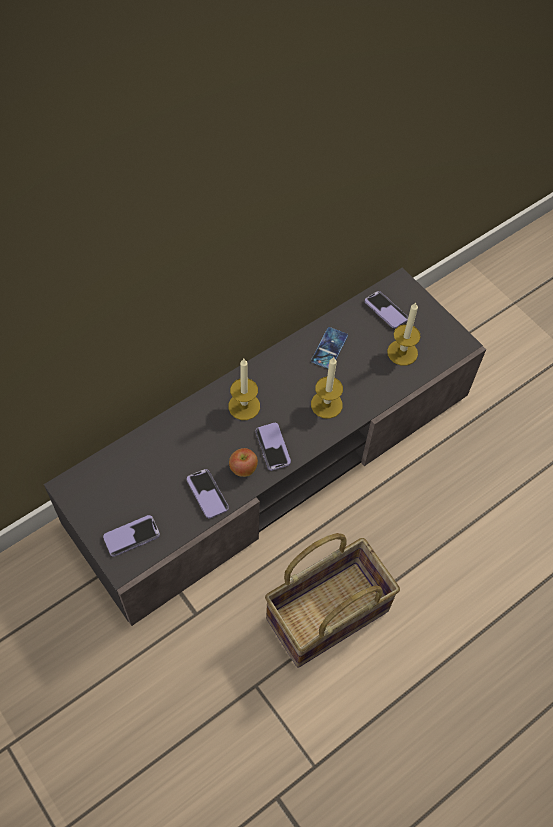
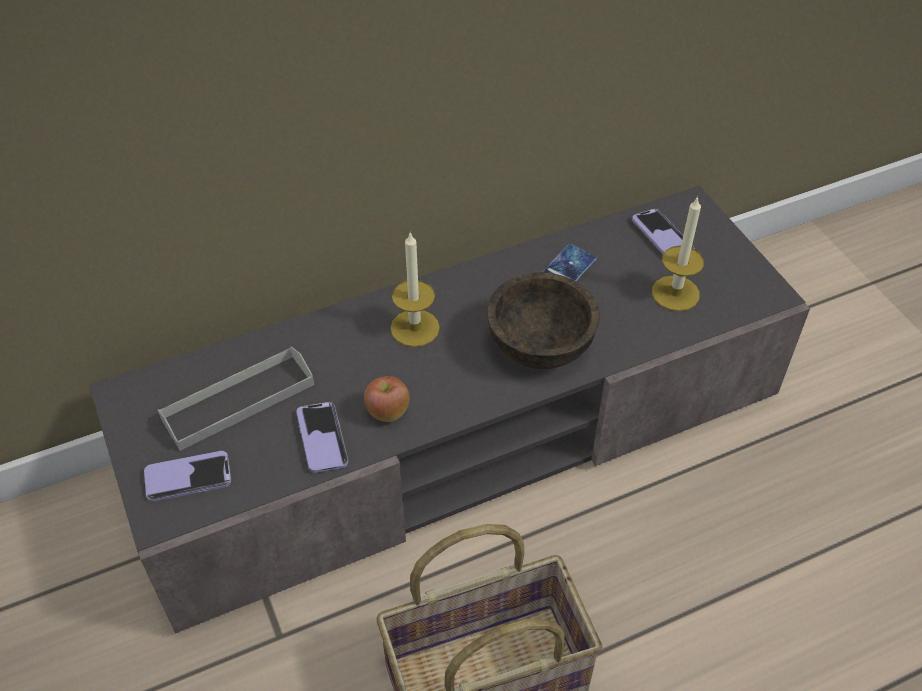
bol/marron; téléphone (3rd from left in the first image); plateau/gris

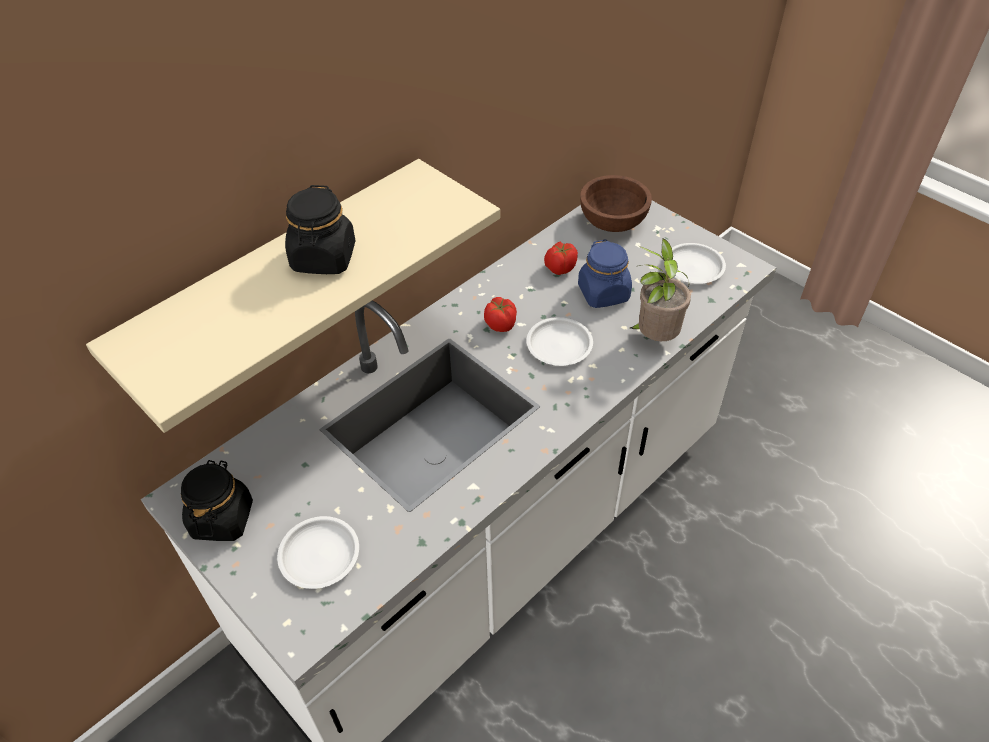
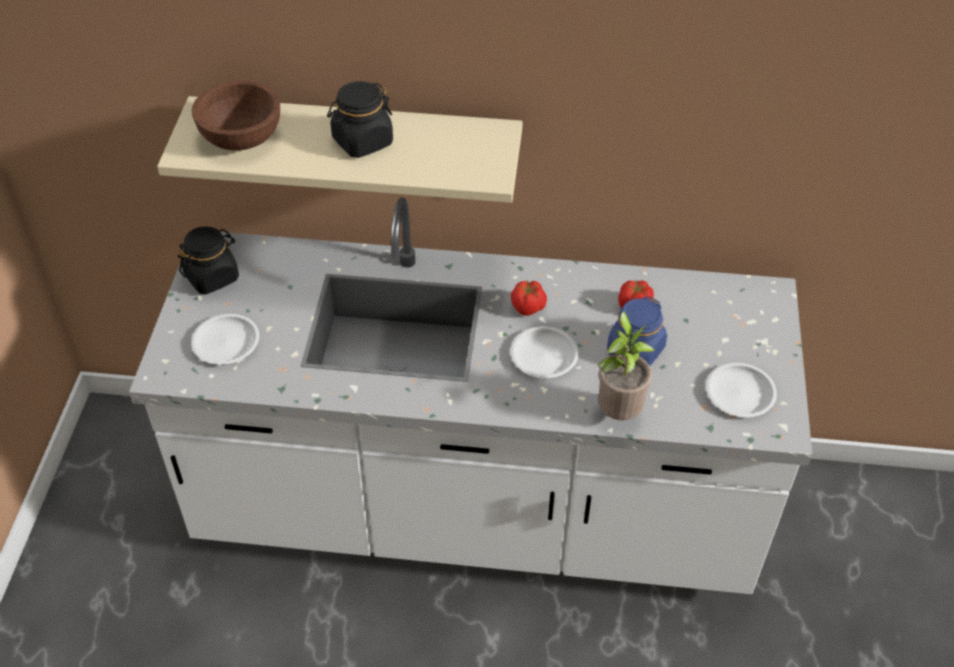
bol/marron

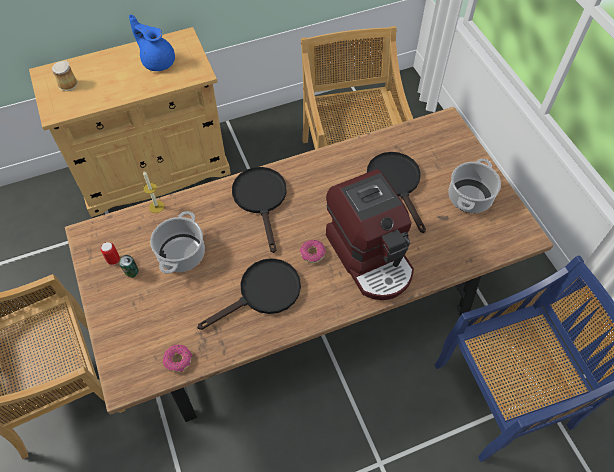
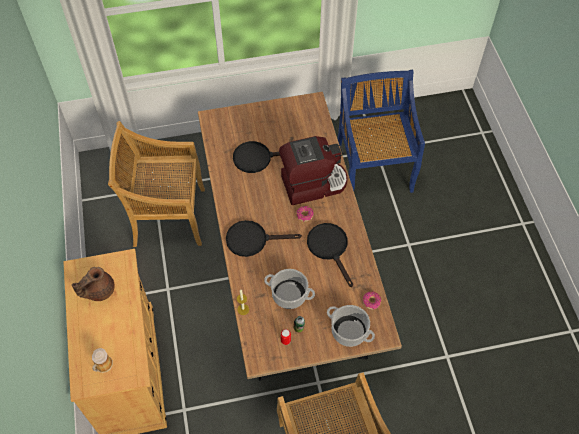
théière/marron; marmite (2nd from left)

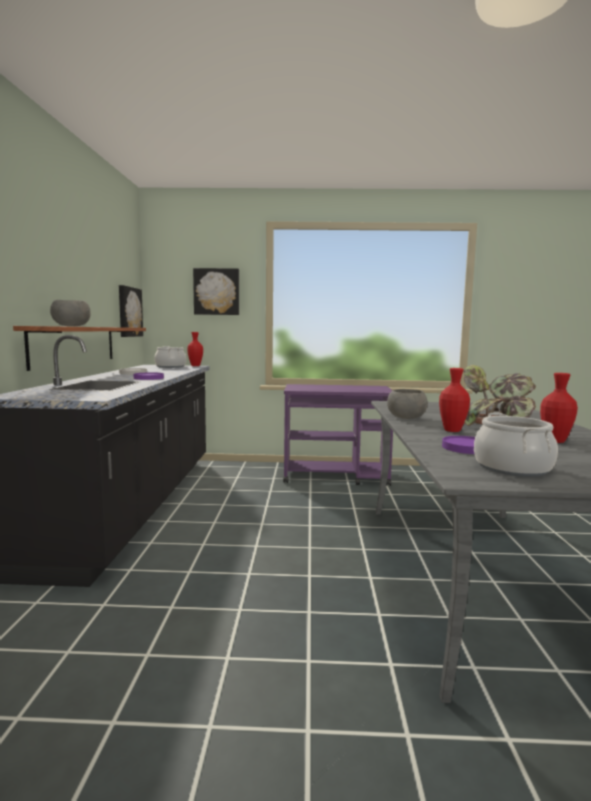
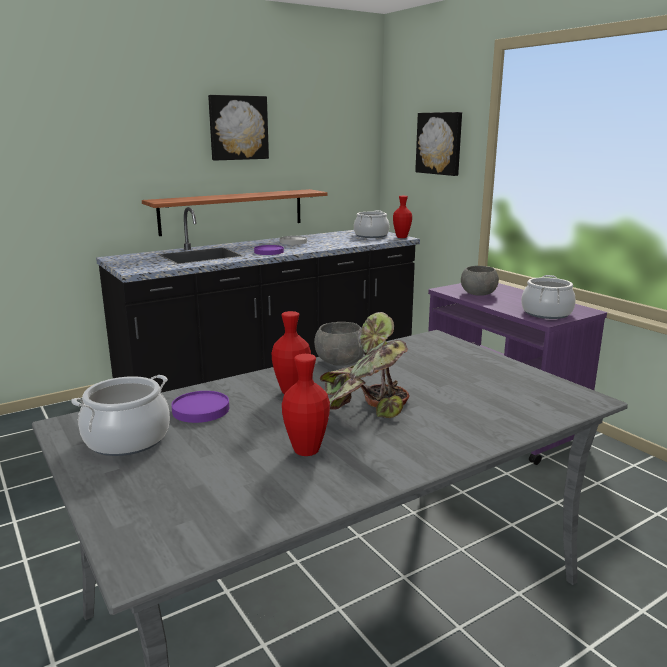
tableau (1st from left); bol/gris (2nd from left); marmite (3rd from left)

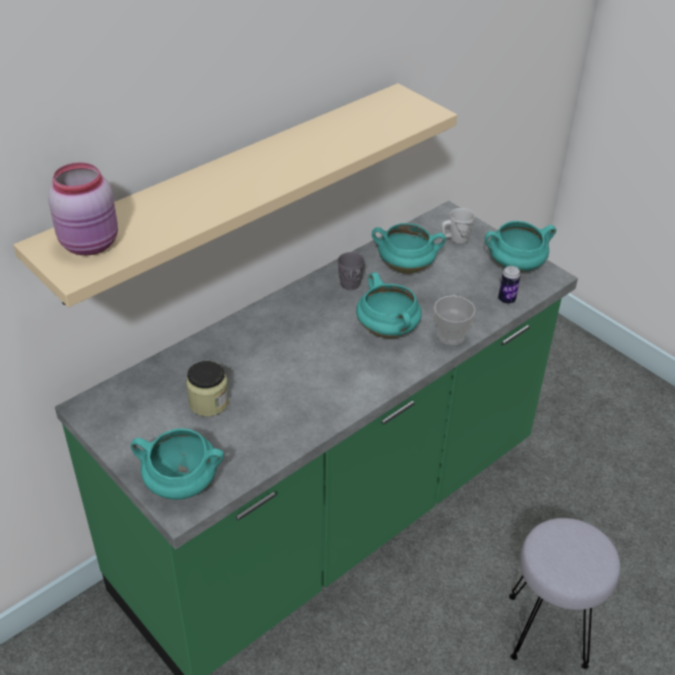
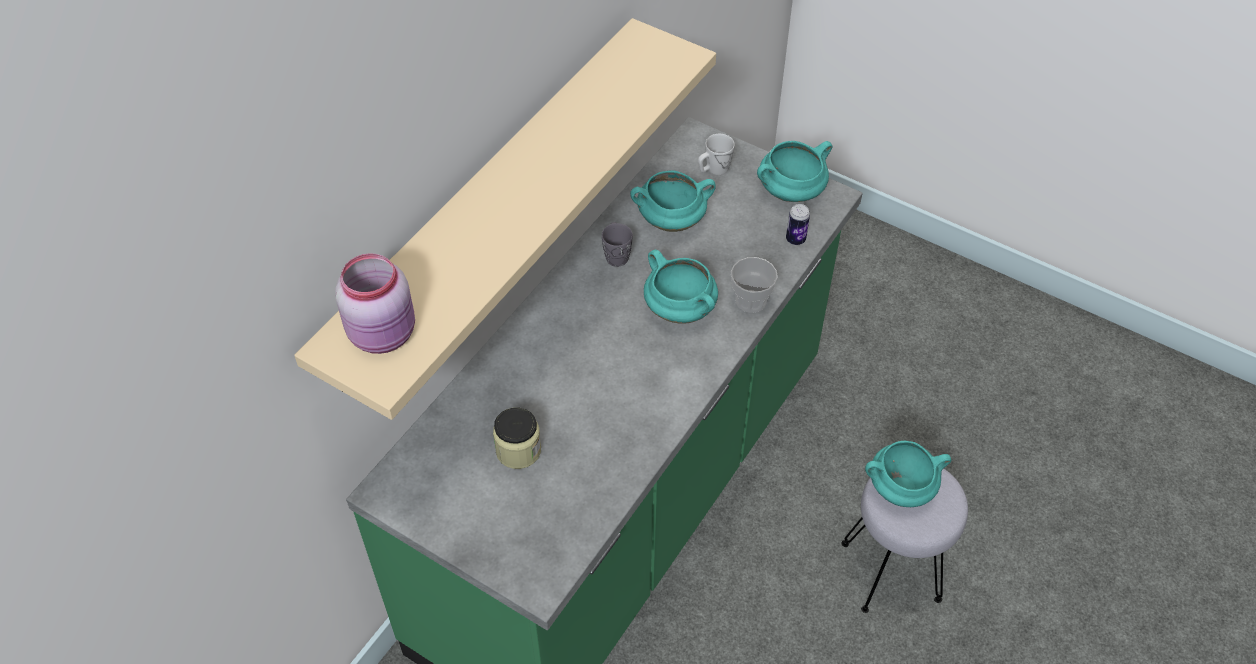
marmite/turquoise (4th from left)

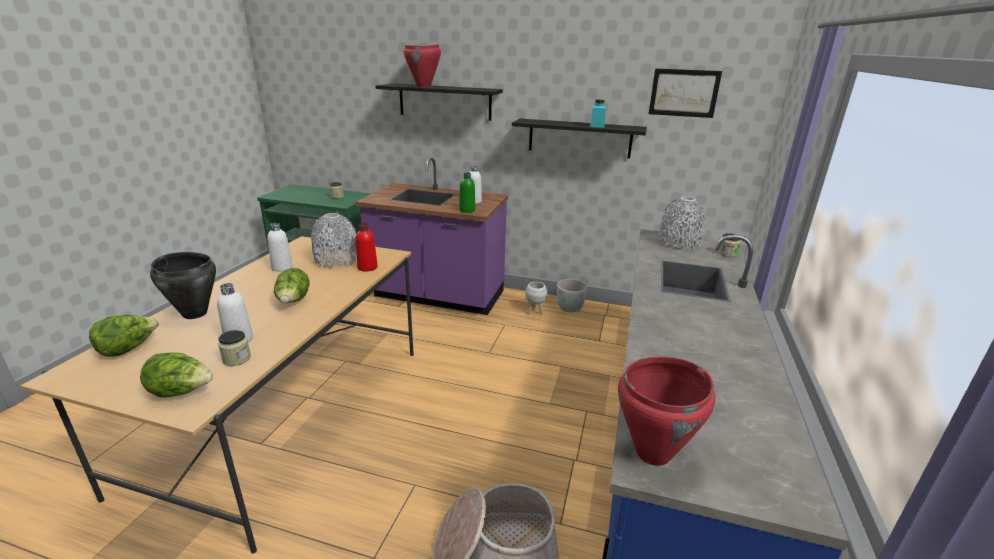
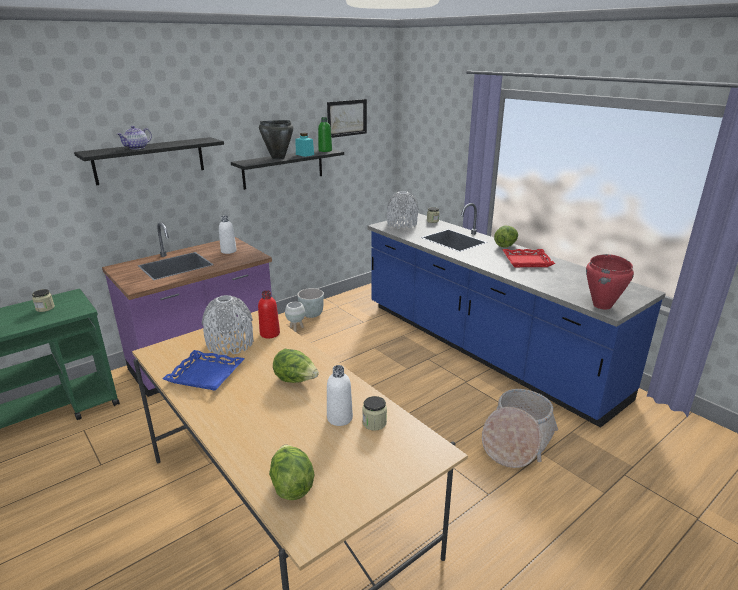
théière; bouteille/vert; plateau/bleu; marmite/noir; laitue (3rd from left); plateau/rouge

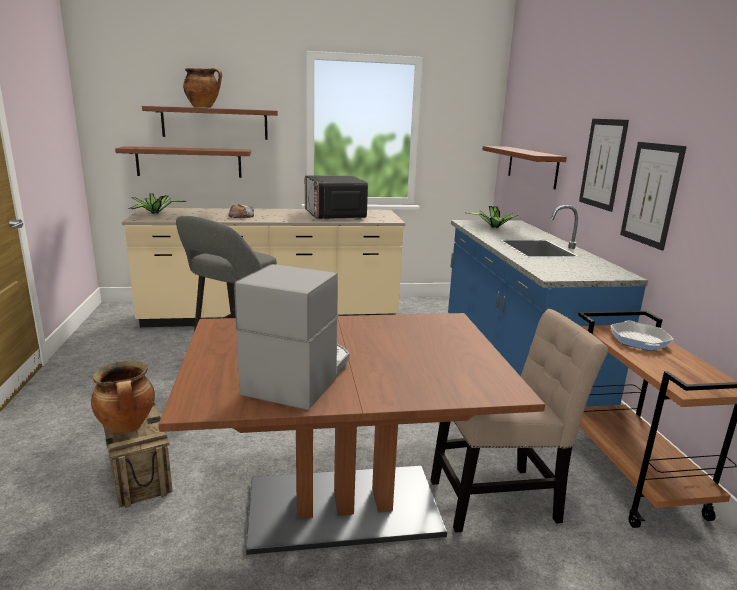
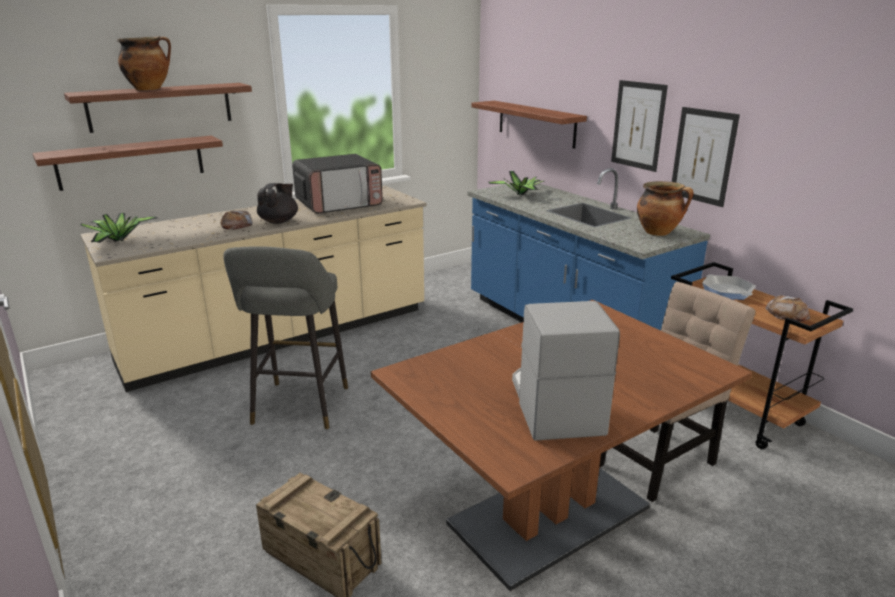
micro-ondes; marmite (2nd from left); théière/noir; pain (2nd from left)

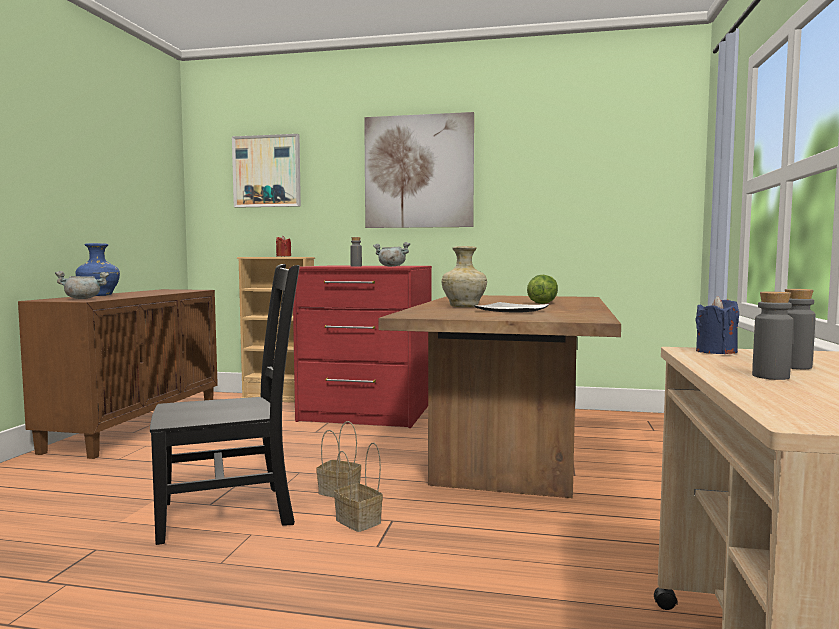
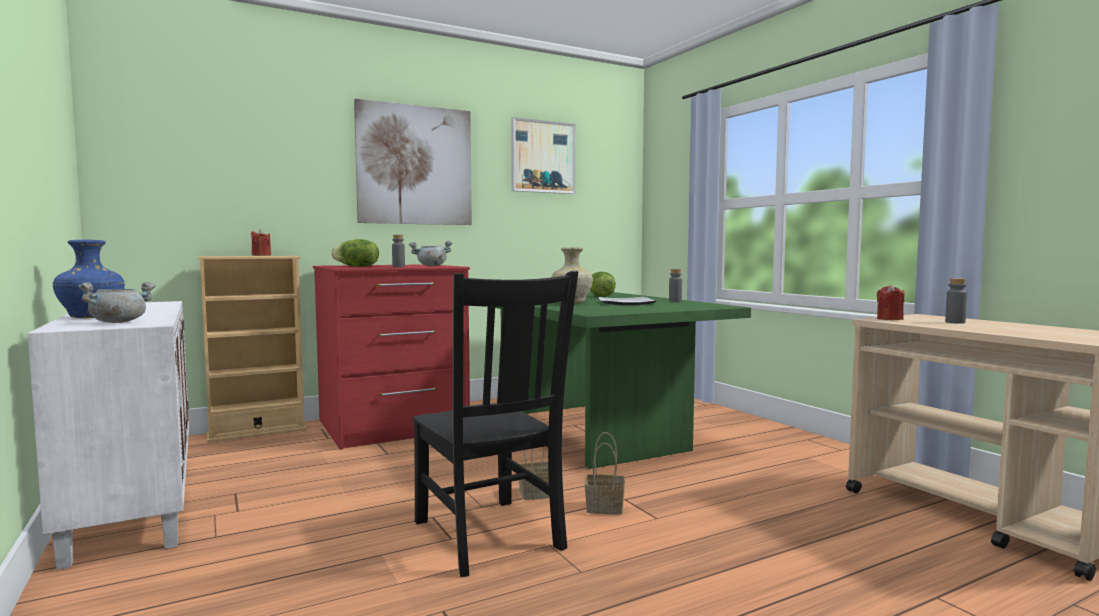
tableau (2nd from left); chaise/noir; meuble de rangement/blanc; bouteille/gris (2nd from left); table à manger/vert; bougie/rouge (2nd from left); laitue (1st from left)

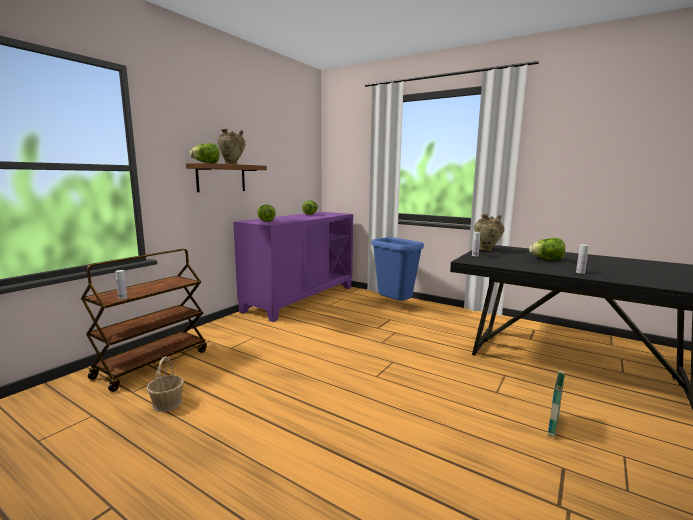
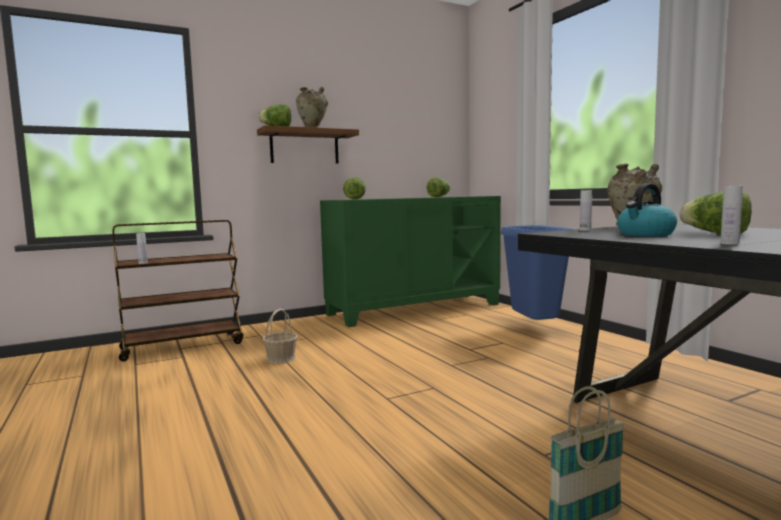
meuble de rangement/vert; panier (1st from left); bouilloire

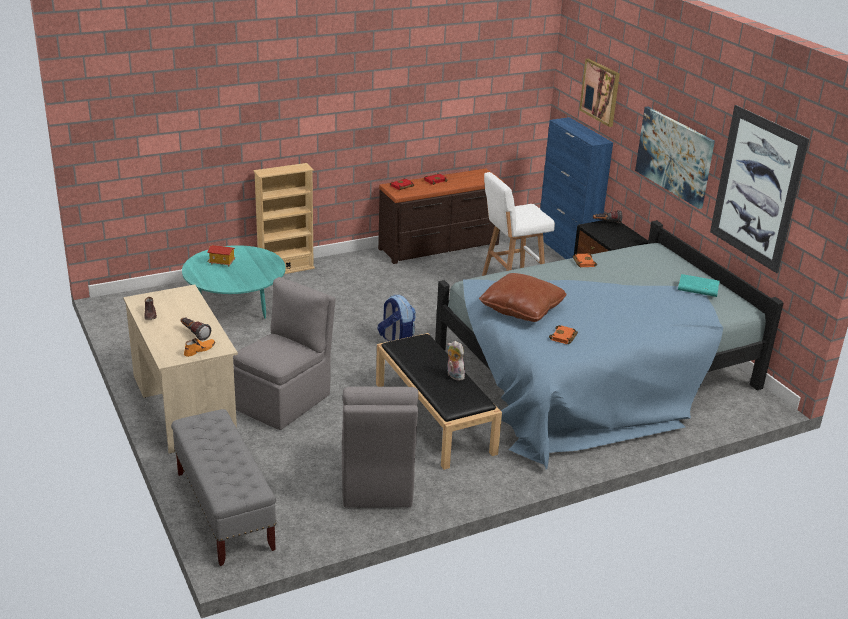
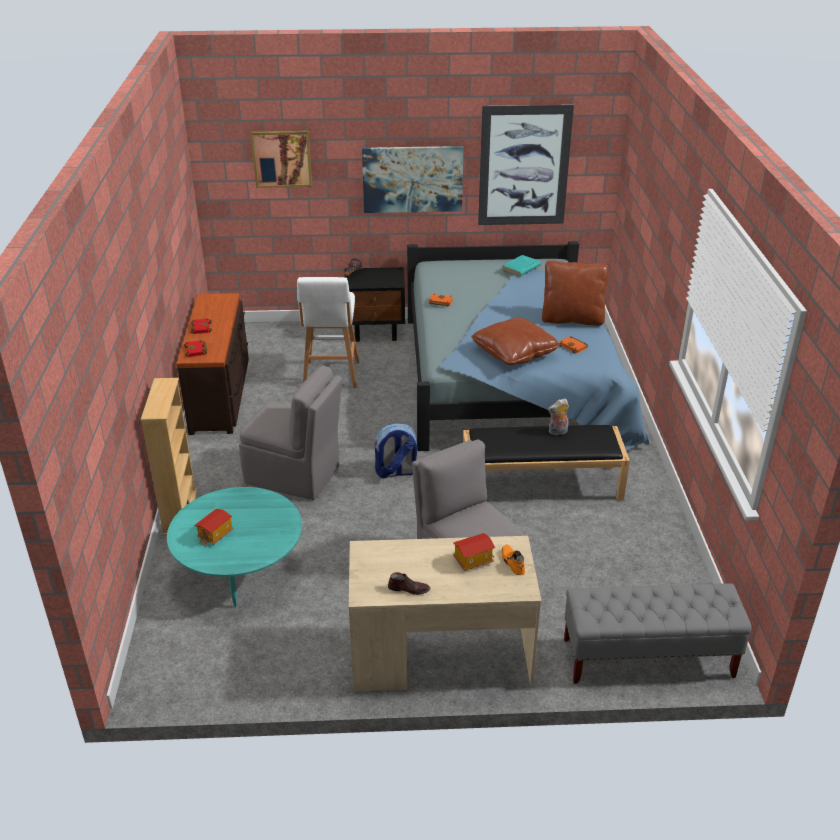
meuble de rangement/bleu; maison miniature (2nd from left); chaise/gris (1st from left); coussin/marron (2nd from left)

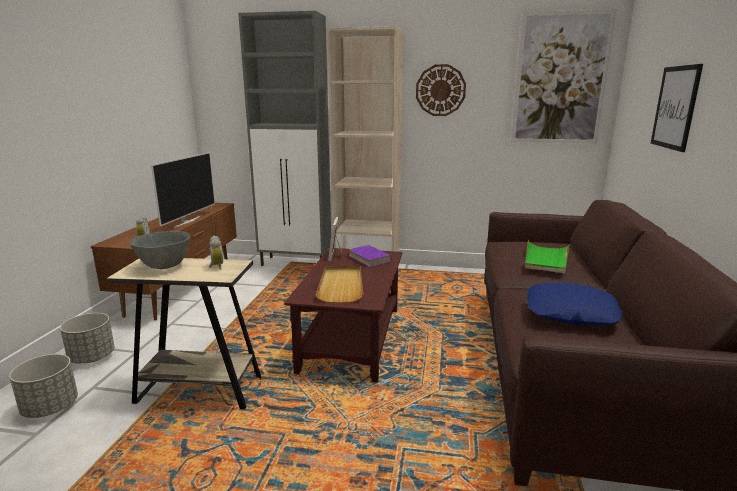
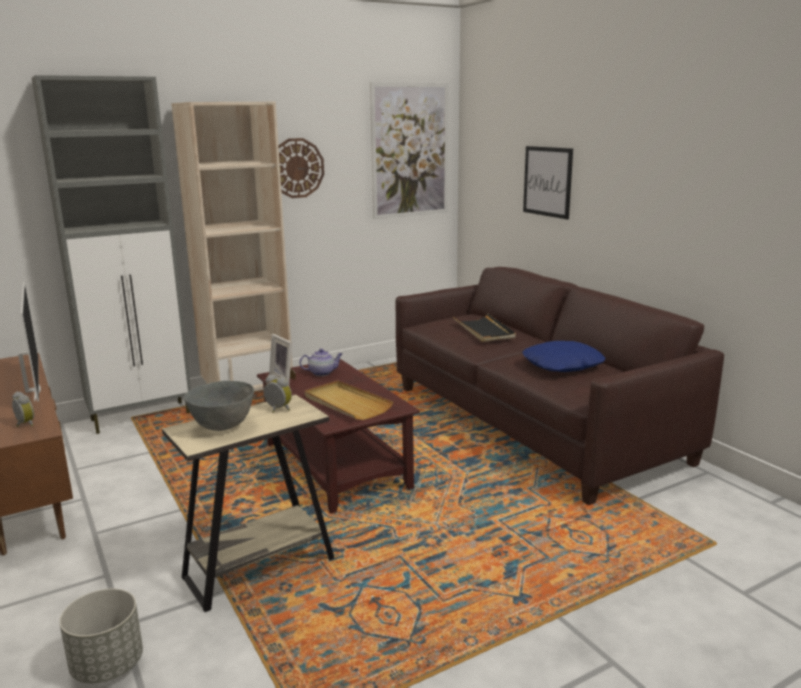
plateau/noir; théière; cache-pot/gris (2nd from left in the first image)

